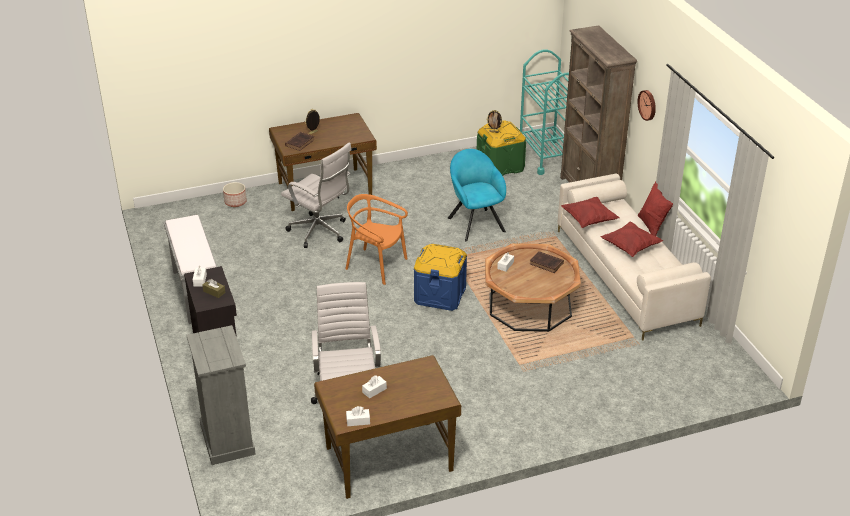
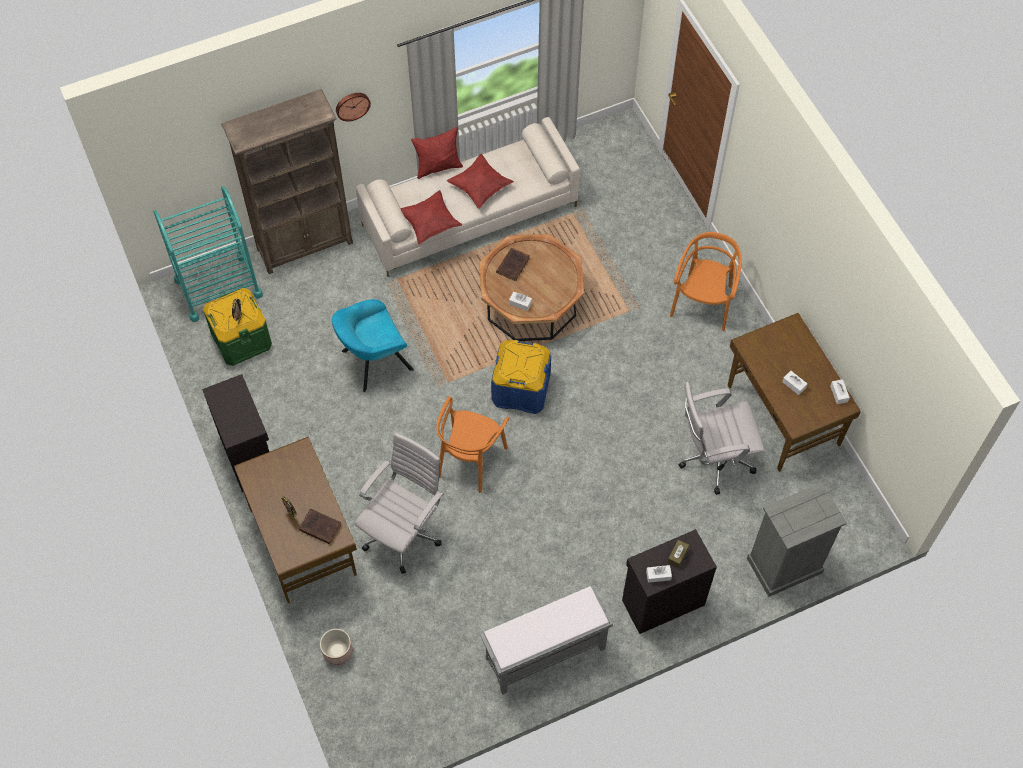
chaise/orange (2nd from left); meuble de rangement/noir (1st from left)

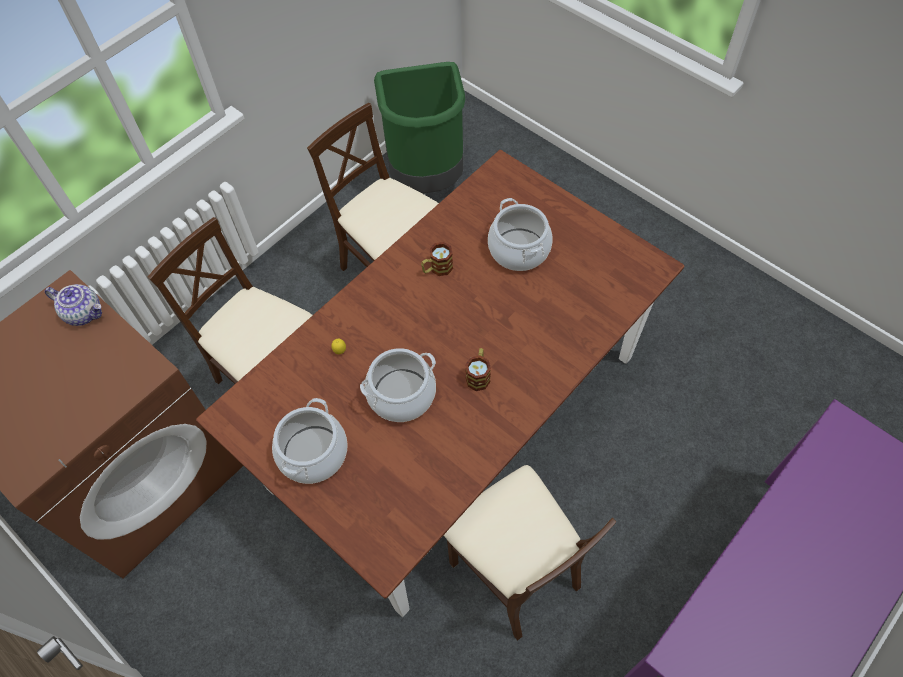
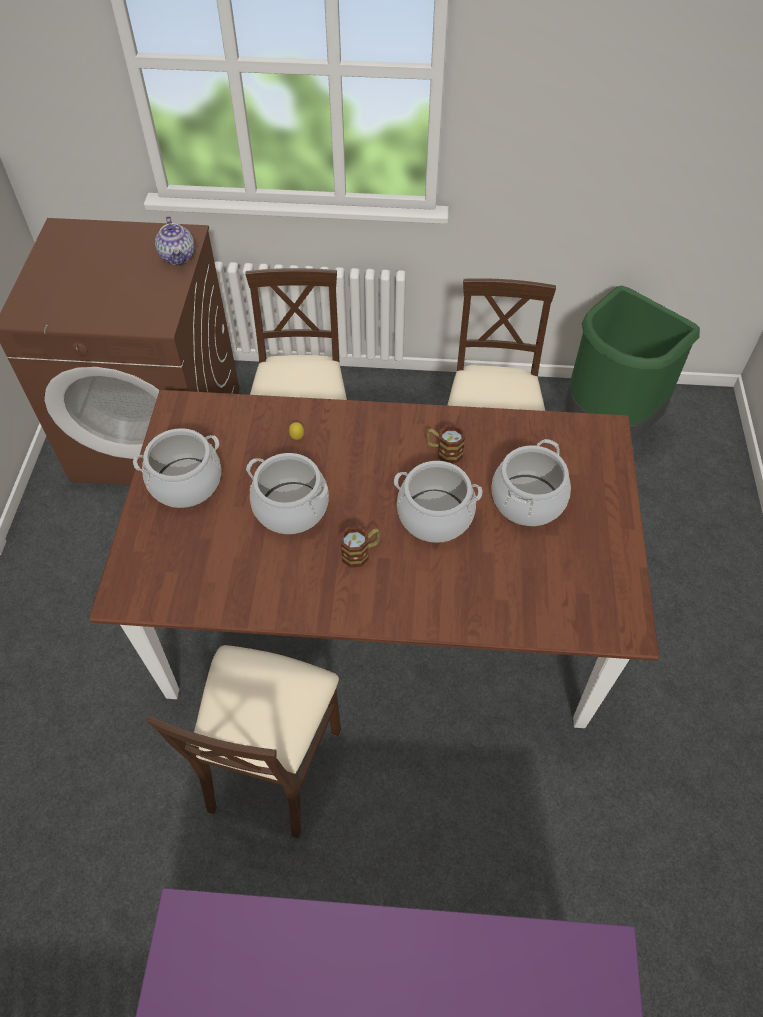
marmite (3rd from left)

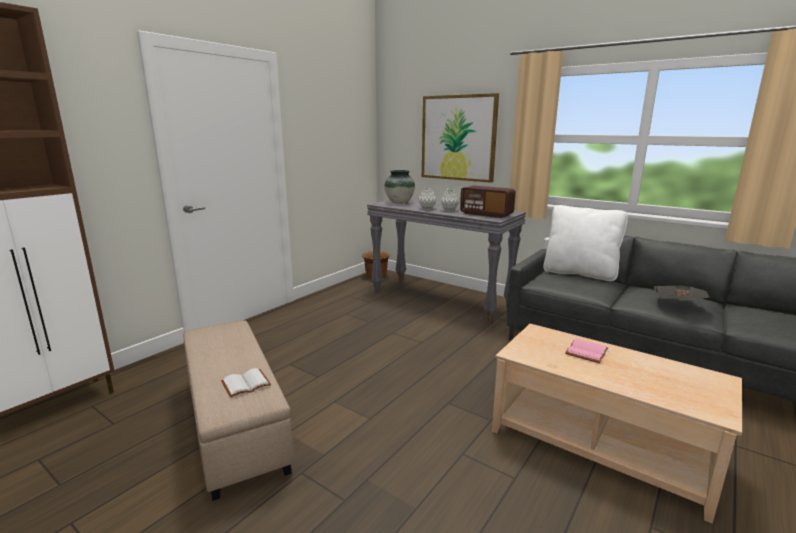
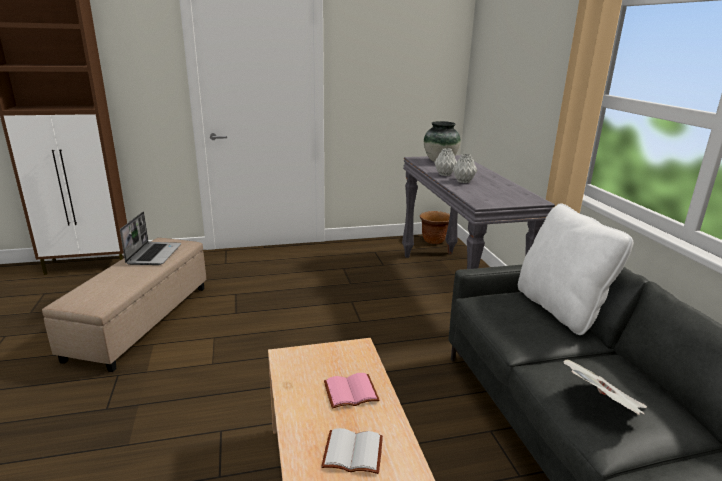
tableau; radio; livre/blanc; ordinateur portable

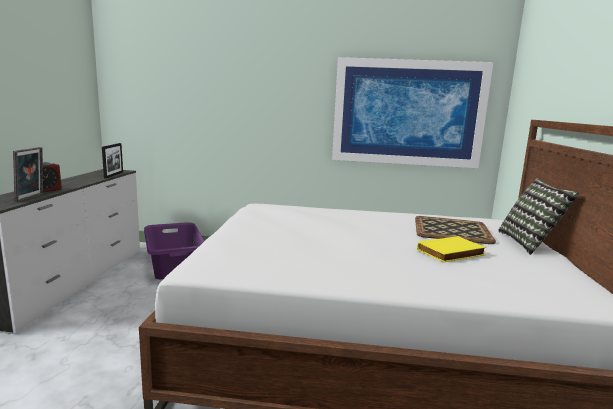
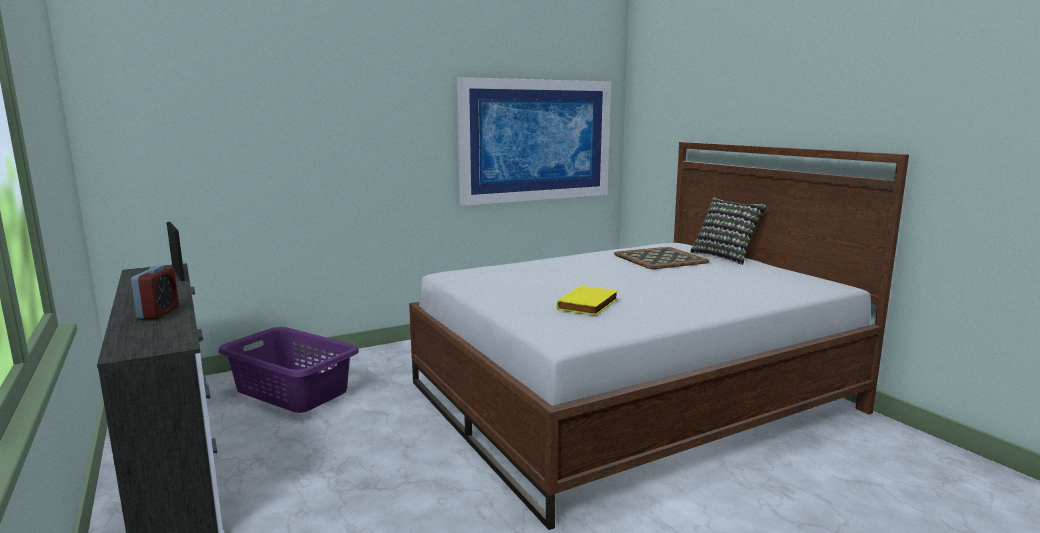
cadre photo (1st from left in the first image); livre/jaune

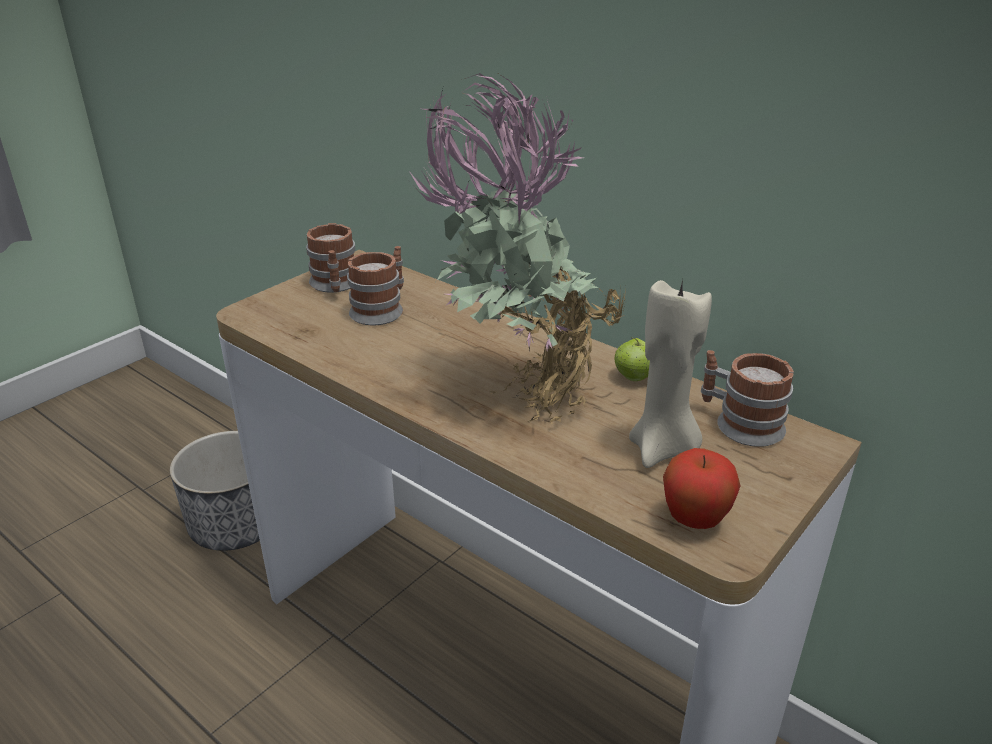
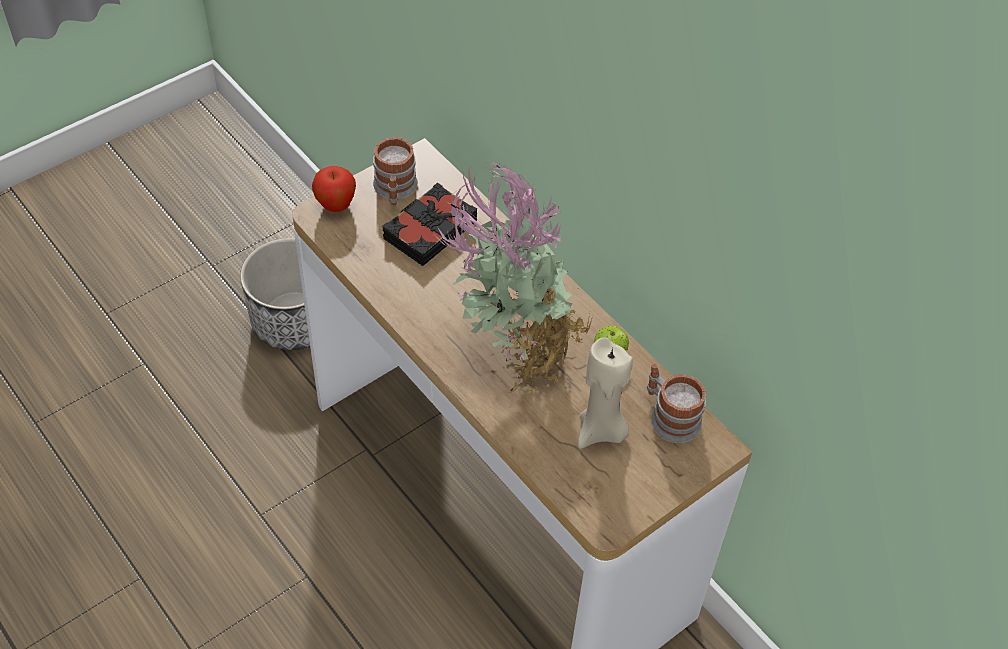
livre/noir; pomme (1st from left)

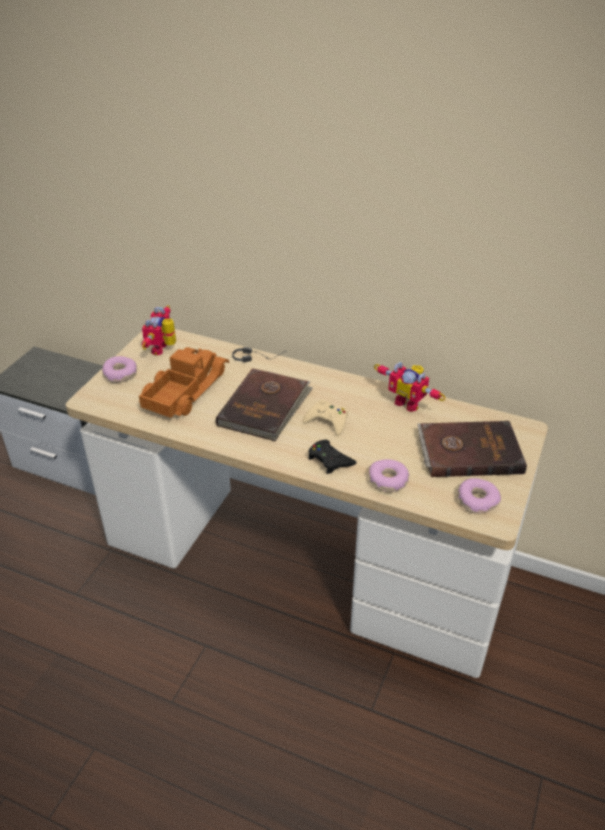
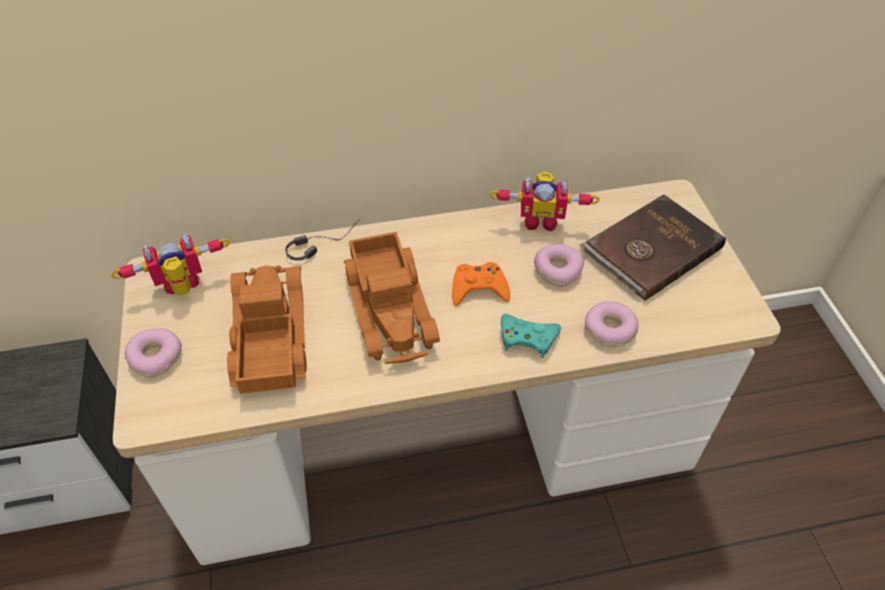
robot jouet (1st from left); camion jouet (2nd from left); manette/orange; manette/turquoise; beignet (2nd from left)

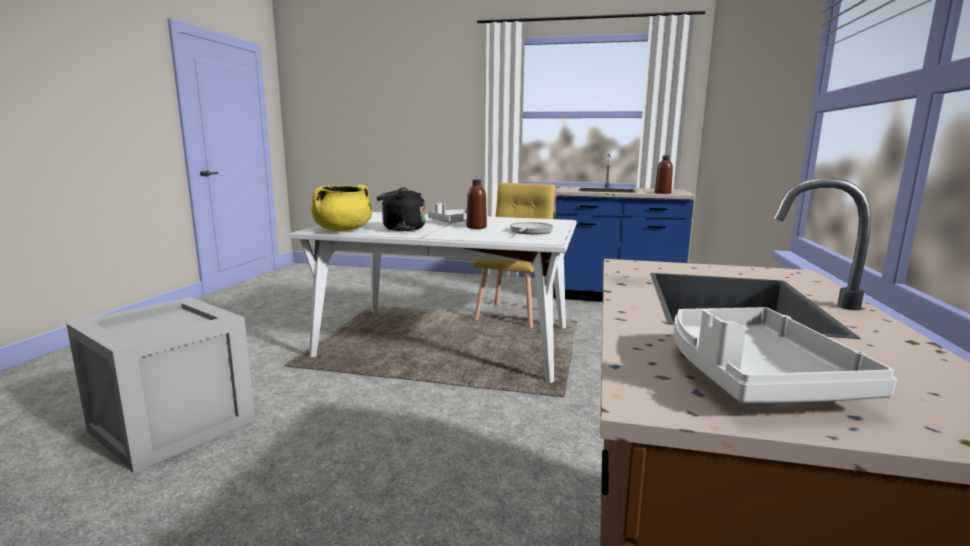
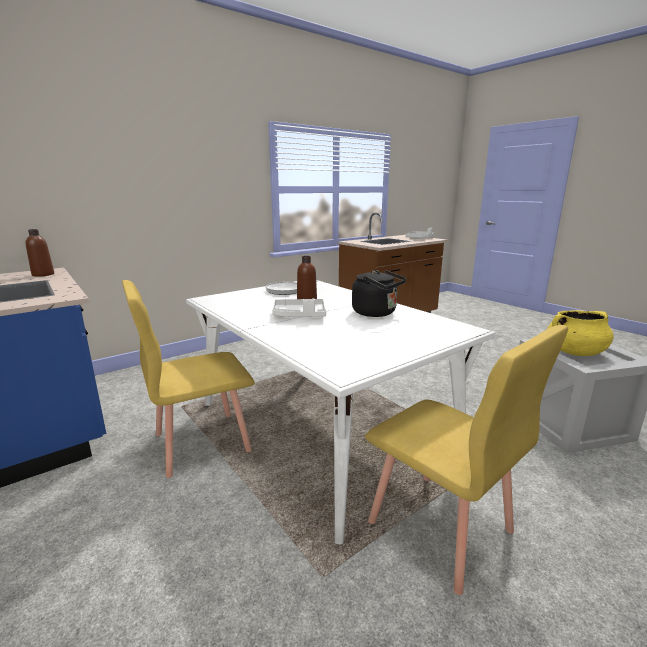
marmite/jaune; chaise/jaune (2nd from left)

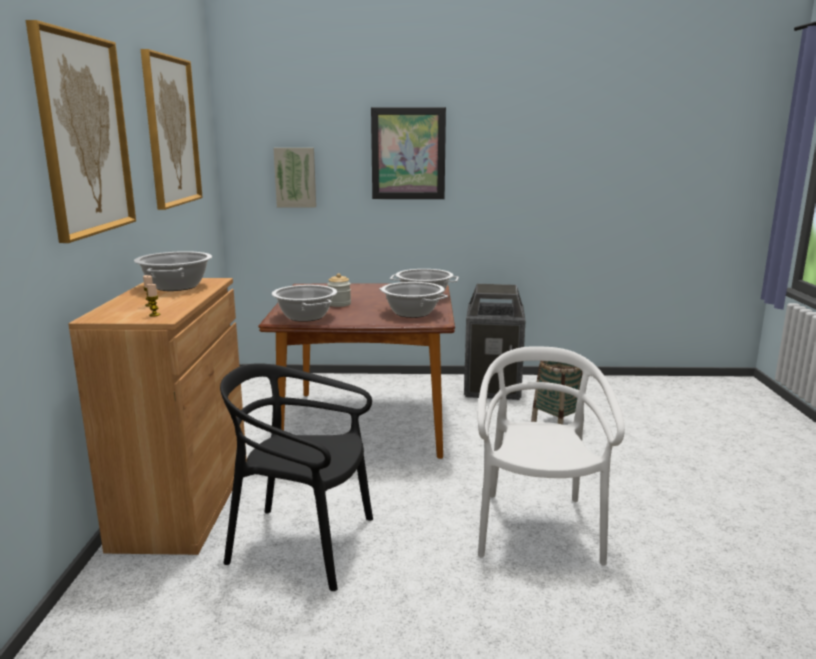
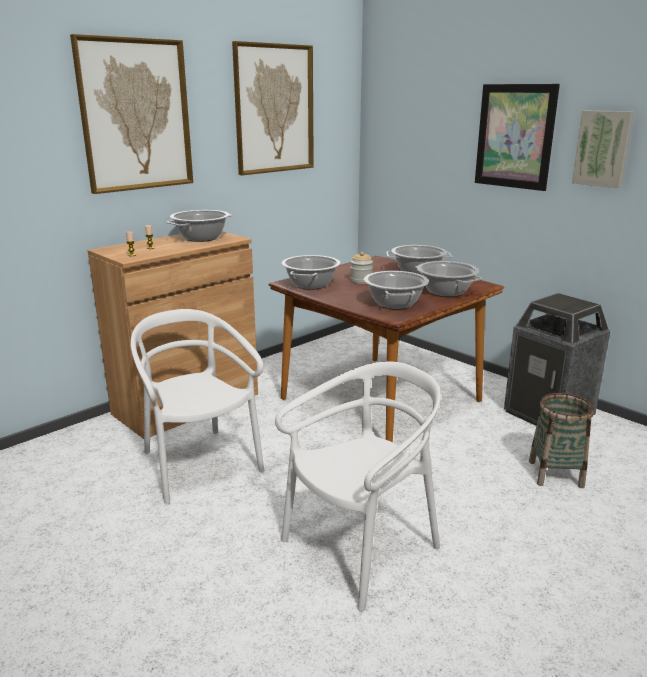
tableau (4th from left); chaise/blanc (1st from left); marmite (4th from left)

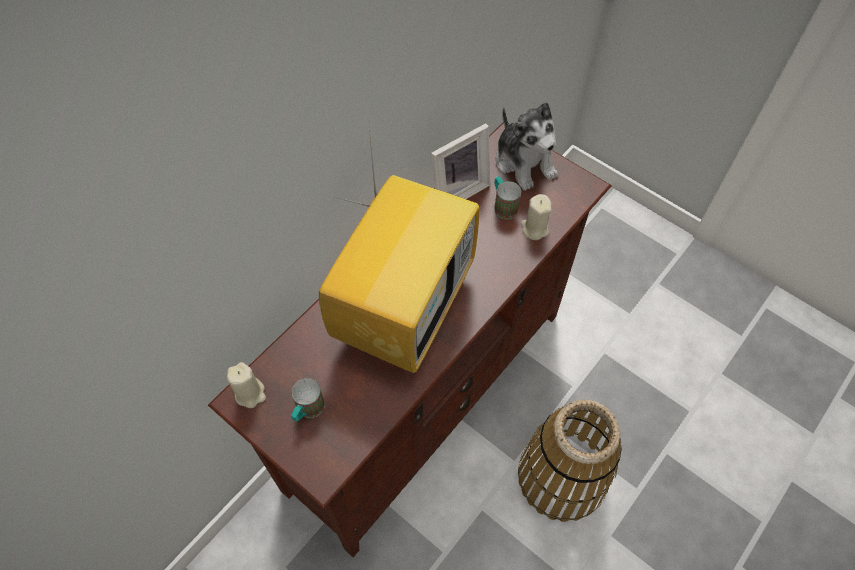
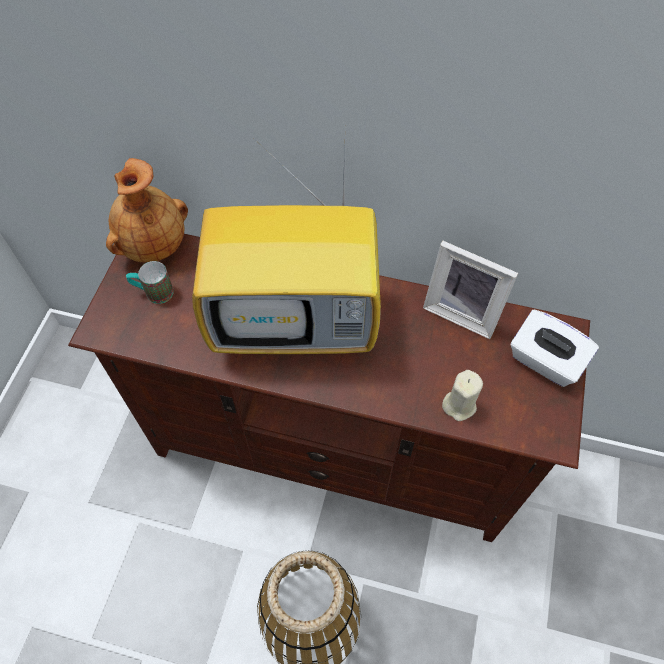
boîte à mouchoirs/blanc; mug (2nd from left in the first image); vase/marron

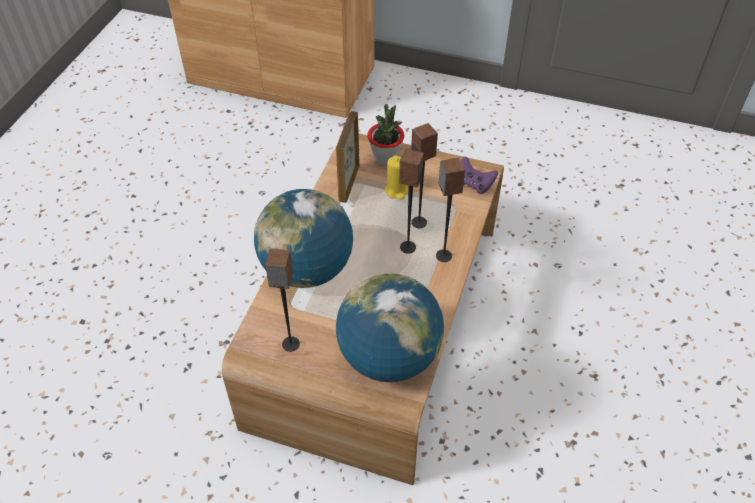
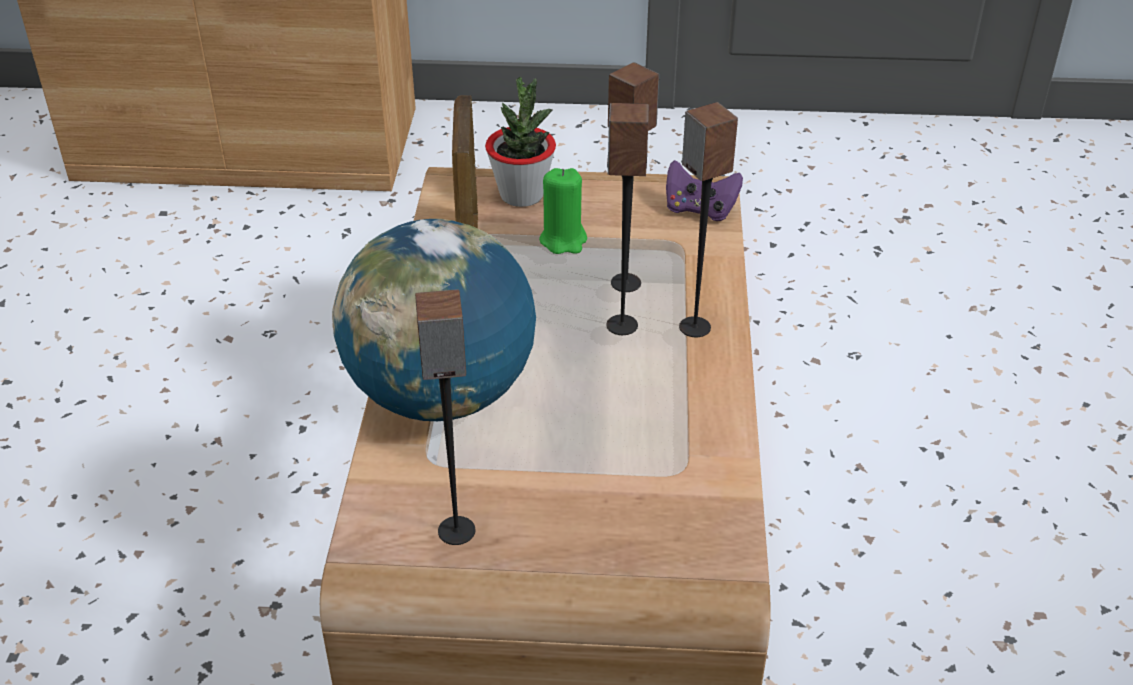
bougie/vert; globe (2nd from left in the first image)

